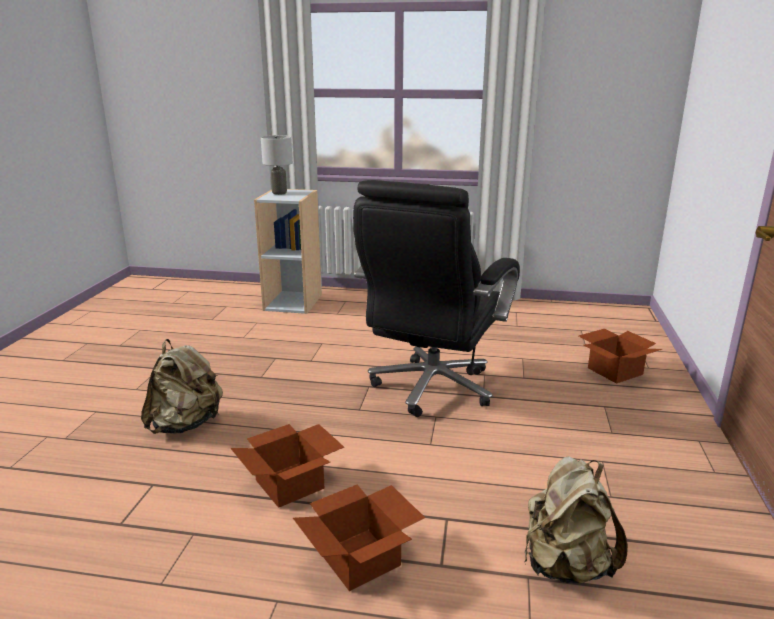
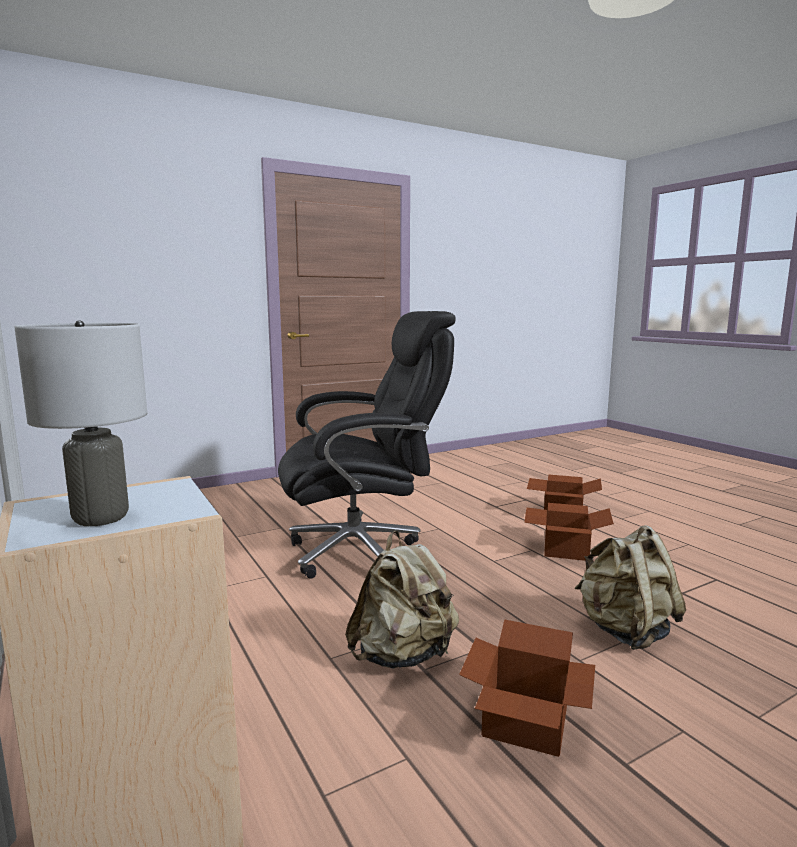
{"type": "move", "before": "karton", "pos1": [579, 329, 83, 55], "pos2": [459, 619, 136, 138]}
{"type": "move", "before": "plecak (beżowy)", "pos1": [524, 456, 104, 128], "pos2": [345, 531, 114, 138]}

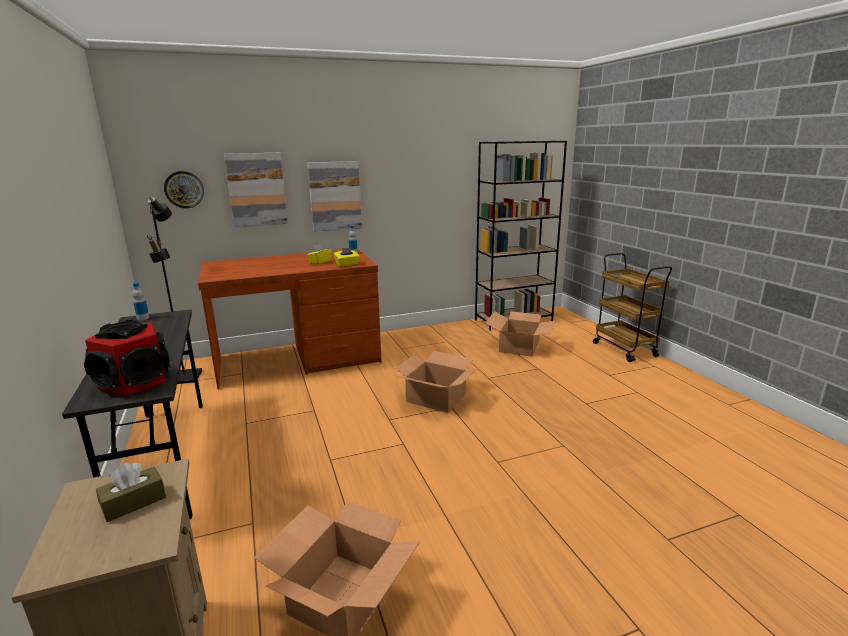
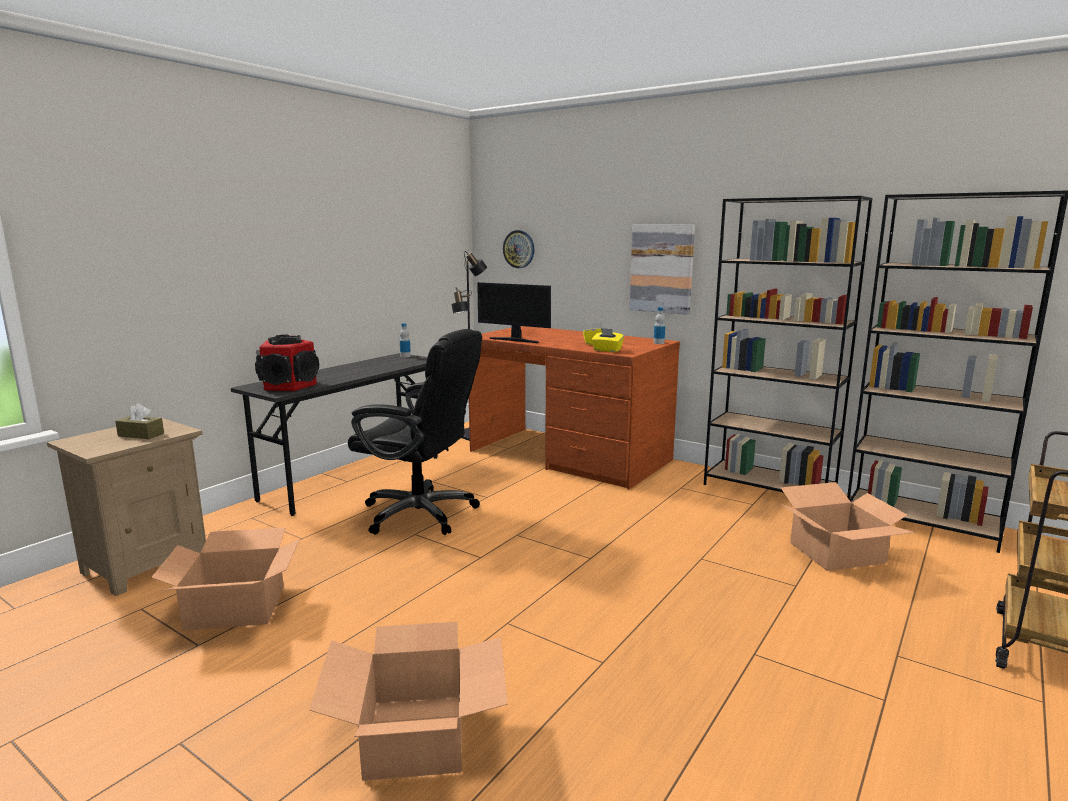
{"type": "delete", "before": "obraz", "pos1": [224, 153, 64, 74]}
{"type": "move", "before": "karton", "pos1": [395, 351, 82, 62], "pos2": [309, 622, 199, 159]}
{"type": "insert", "after": "regał (beżowy)", "pos2": [704, 196, 168, 297]}
{"type": "insert", "after": "monitor", "pos2": [477, 282, 74, 61]}
{"type": "insert", "after": "krzesło biurowe (czarny)", "pos2": [348, 329, 134, 206]}

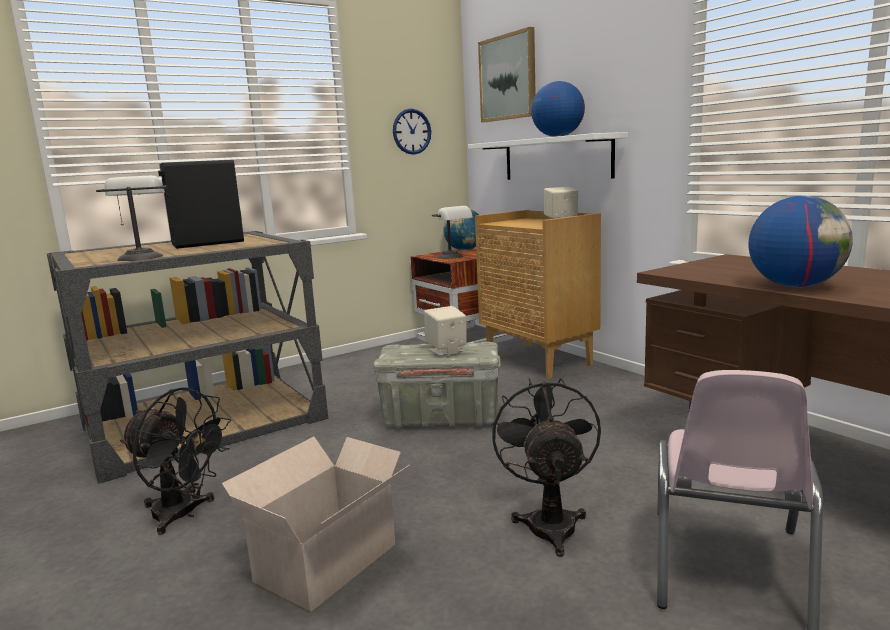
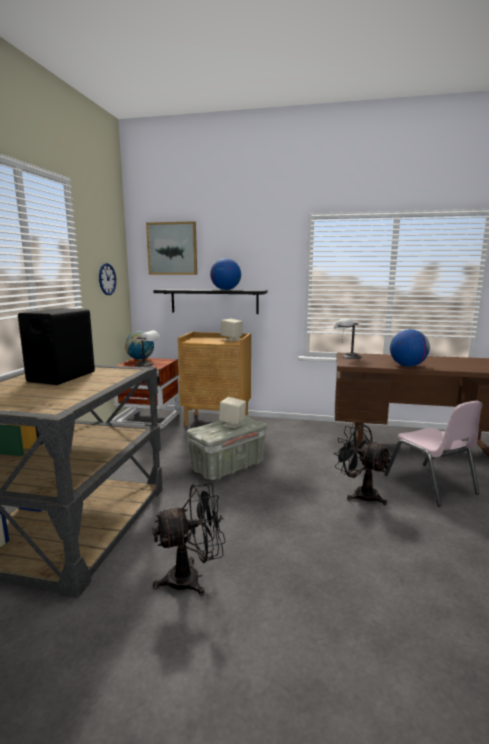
{"type": "recolor", "before": "półka (biały)", "after": "półka (czarny)", "pos1": [468, 132, 160, 48], "pos2": [153, 289, 115, 25]}
{"type": "move", "before": "lampa stołowa", "pos1": [96, 176, 71, 85], "pos2": [334, 318, 28, 41]}
{"type": "delete", "before": "karton", "pos1": [222, 437, 188, 175]}

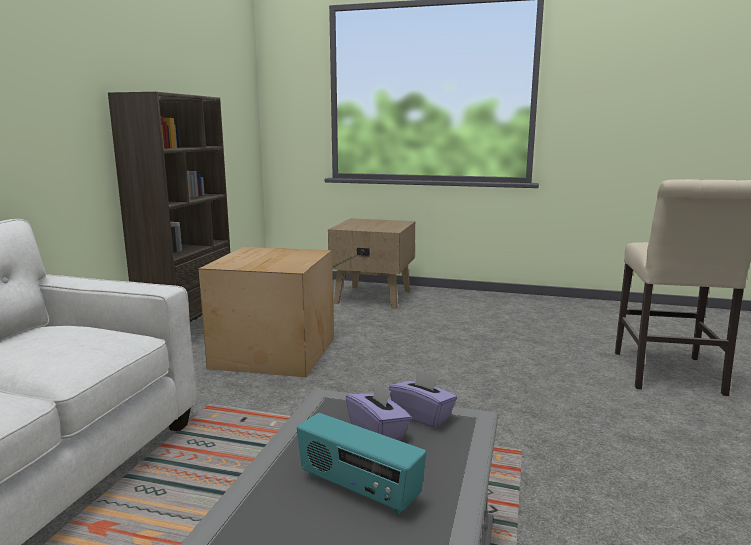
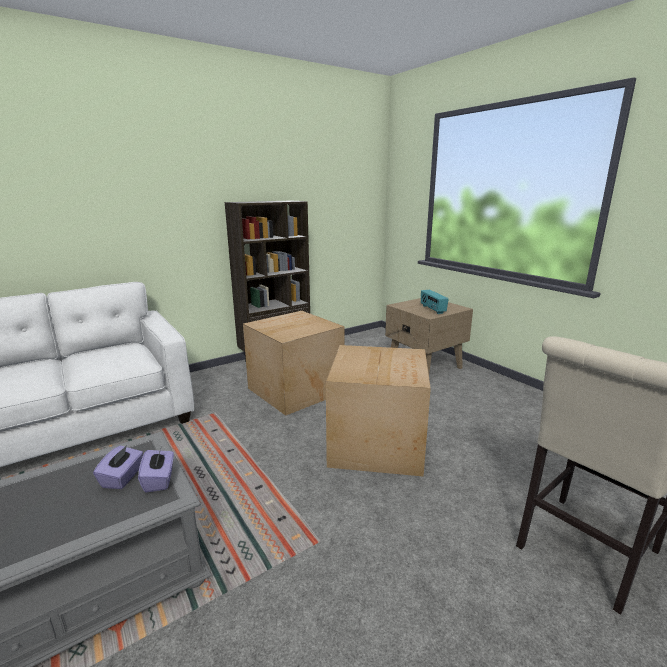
{"type": "move", "before": "radio", "pos1": [297, 413, 130, 102], "pos2": [421, 290, 28, 24]}
{"type": "insert", "after": "karton", "pos2": [326, 345, 105, 132]}

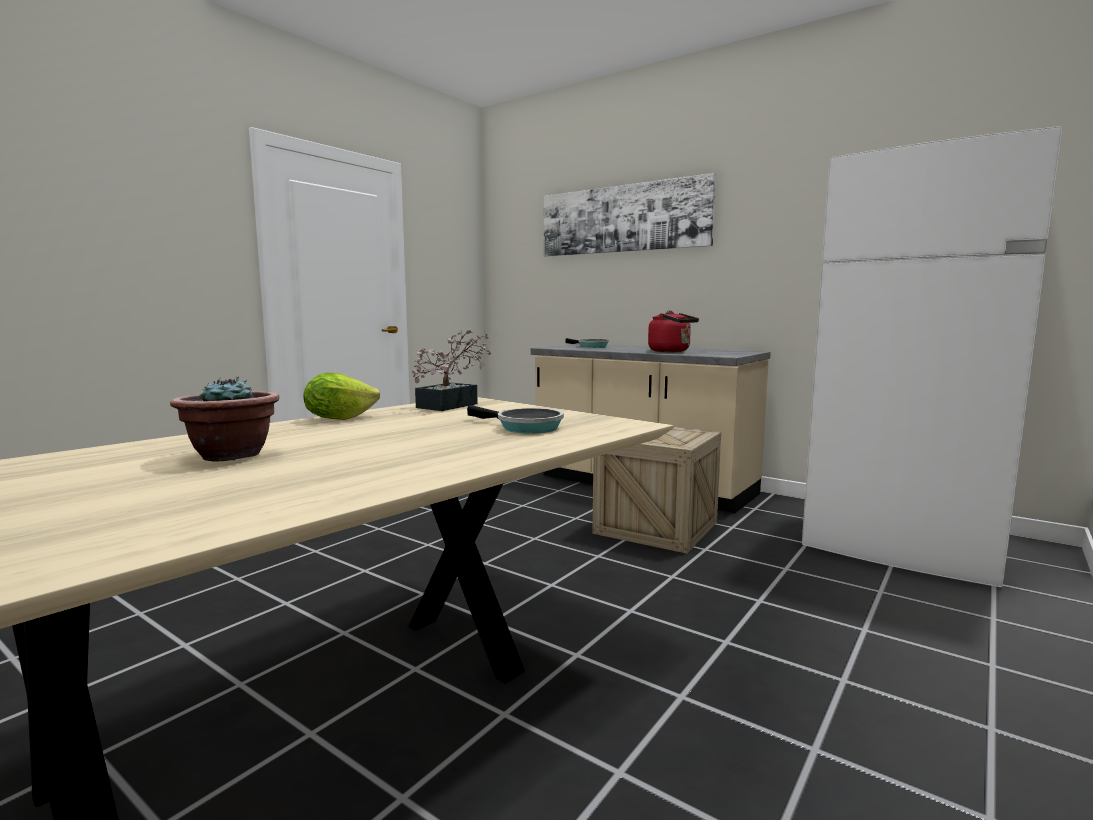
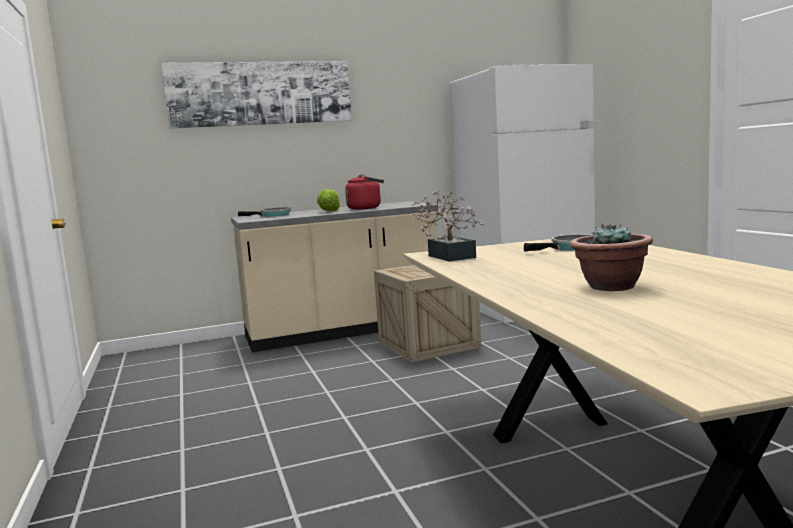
{"type": "move", "before": "sałata", "pos1": [303, 373, 77, 47], "pos2": [317, 189, 23, 22]}

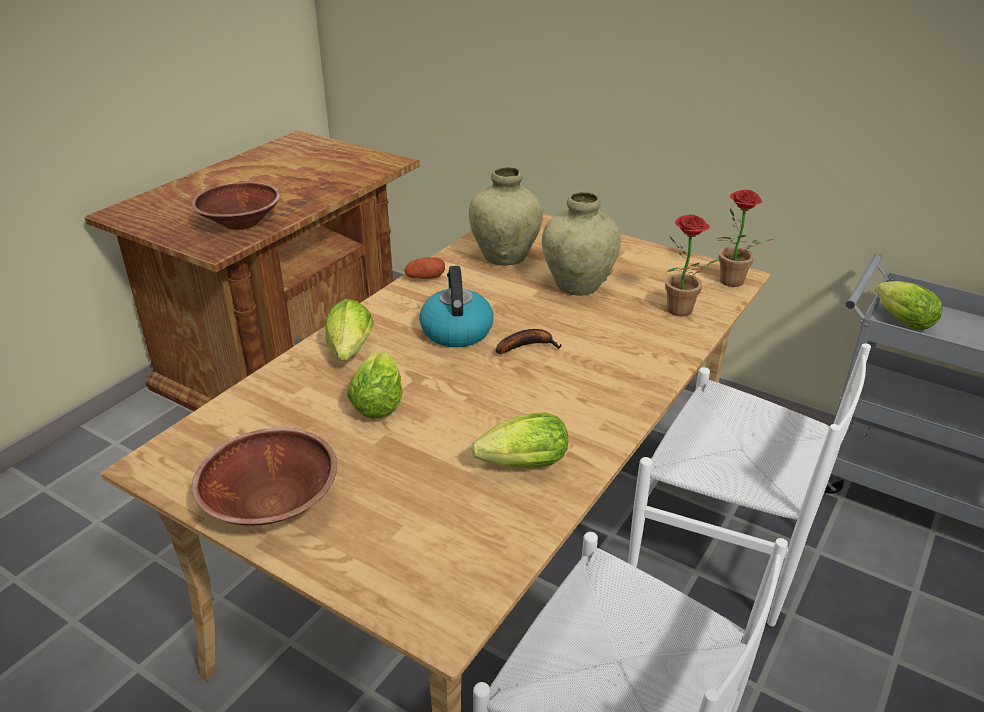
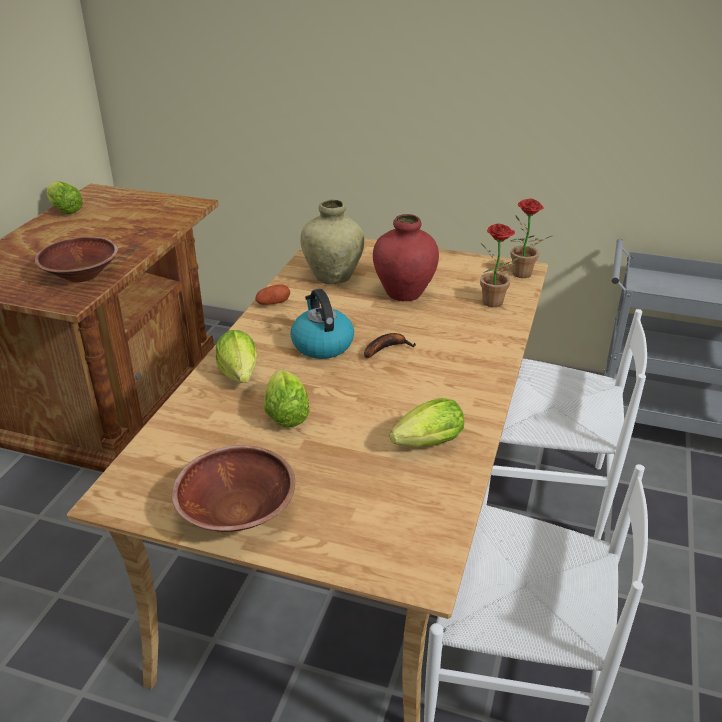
{"type": "recolor", "before": "wazon (beżowy)", "after": "wazon (czerwony)", "pos1": [542, 192, 79, 104], "pos2": [373, 214, 66, 87]}
{"type": "move", "before": "sałata", "pos1": [875, 281, 67, 49], "pos2": [46, 181, 37, 33]}

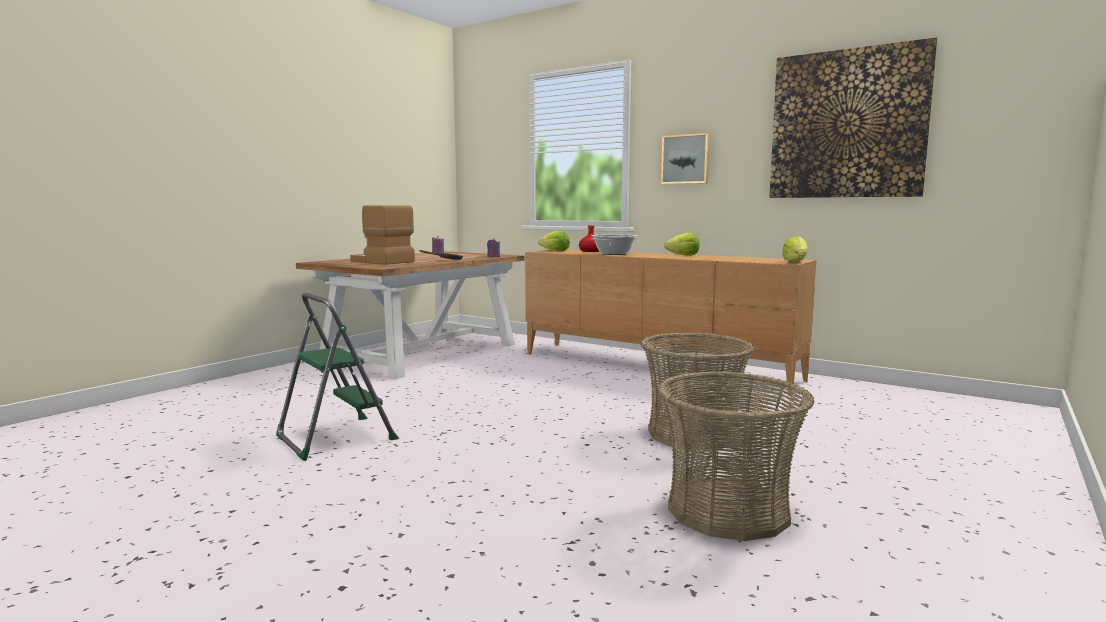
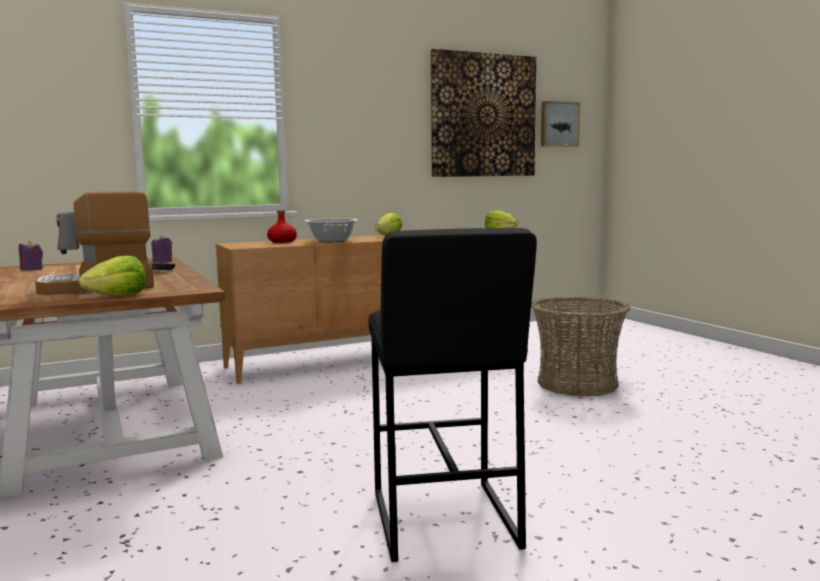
{"type": "move", "before": "obraz", "pos1": [661, 133, 49, 51], "pos2": [541, 101, 39, 46]}
{"type": "move", "before": "sałata", "pos1": [539, 231, 31, 20], "pos2": [79, 256, 67, 40]}
{"type": "replace", "before": "drabinka (zielony)", "after": "stołek (czarny)", "pos1": [276, 293, 123, 168], "pos2": [368, 228, 169, 334]}
{"type": "delete", "before": "koszyk", "pos1": [657, 371, 157, 170]}

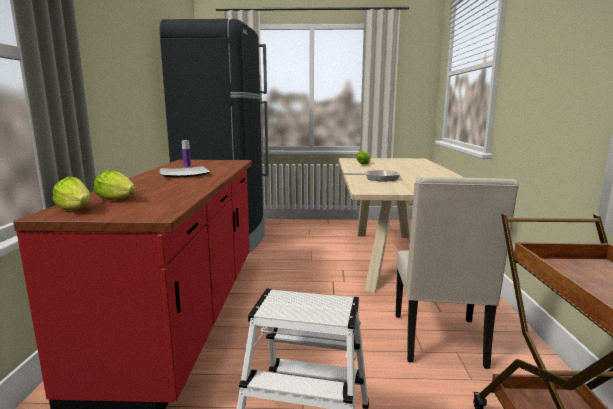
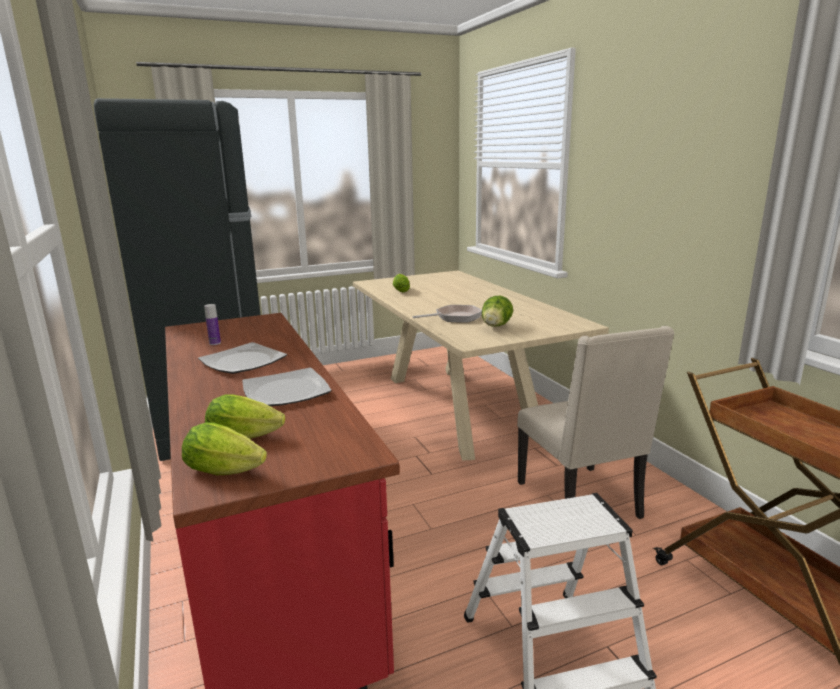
{"type": "insert", "after": "sałata", "pos2": [482, 296, 31, 31]}
{"type": "insert", "after": "talerz", "pos2": [242, 368, 90, 38]}

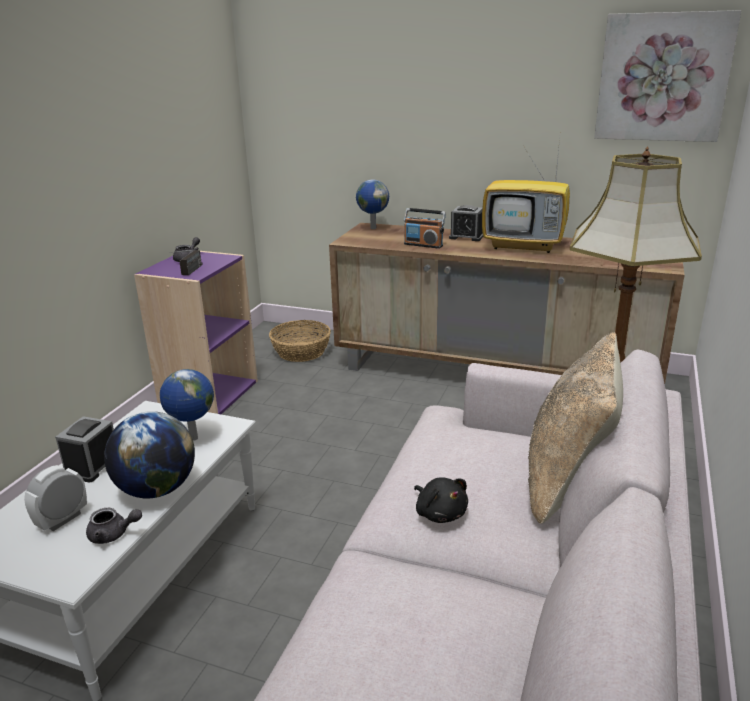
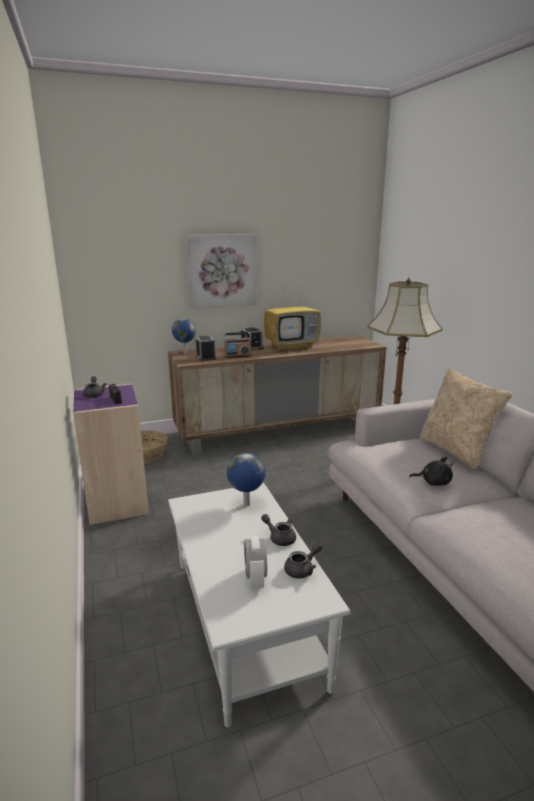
{"type": "move", "before": "obraz", "pos1": [594, 10, 148, 132], "pos2": [186, 234, 71, 75]}
{"type": "replace", "before": "globus", "after": "imbryk (szary)", "pos1": [104, 411, 91, 88], "pos2": [261, 514, 35, 32]}
{"type": "move", "before": "budzik", "pos1": [55, 416, 59, 66], "pos2": [195, 336, 21, 25]}

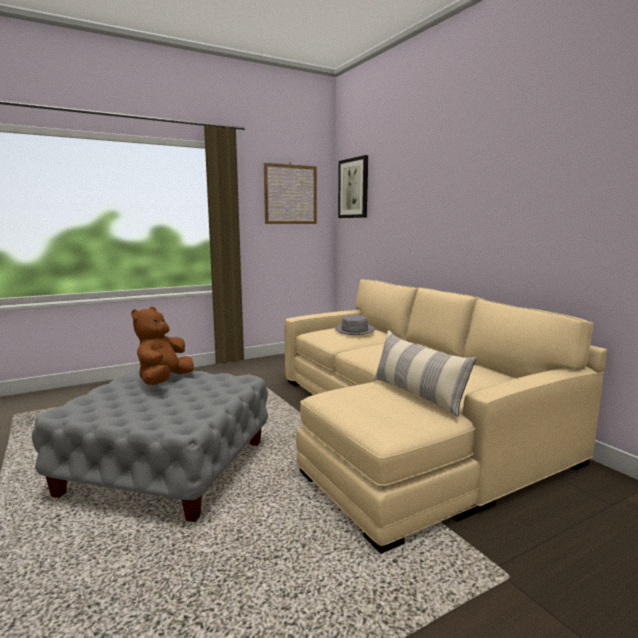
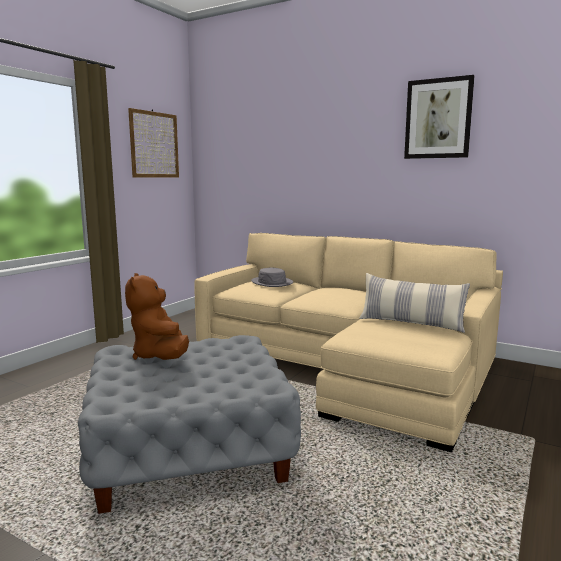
{"type": "move", "before": "obraz", "pos1": [338, 155, 30, 63], "pos2": [404, 75, 70, 84]}

